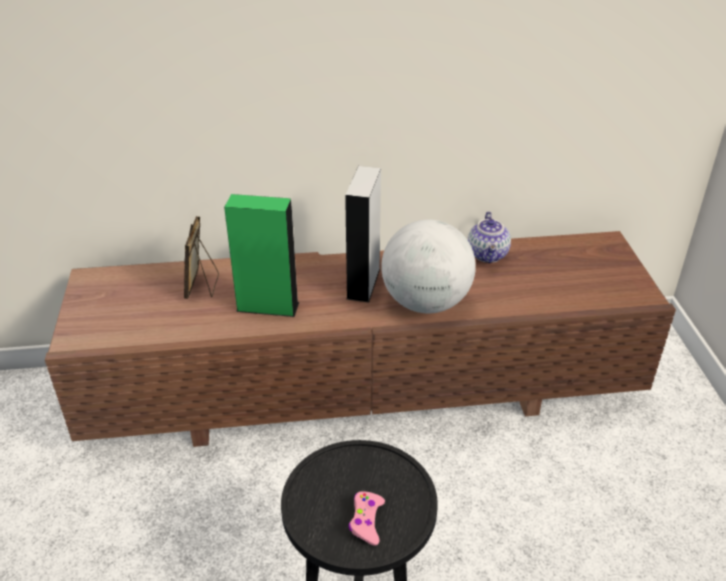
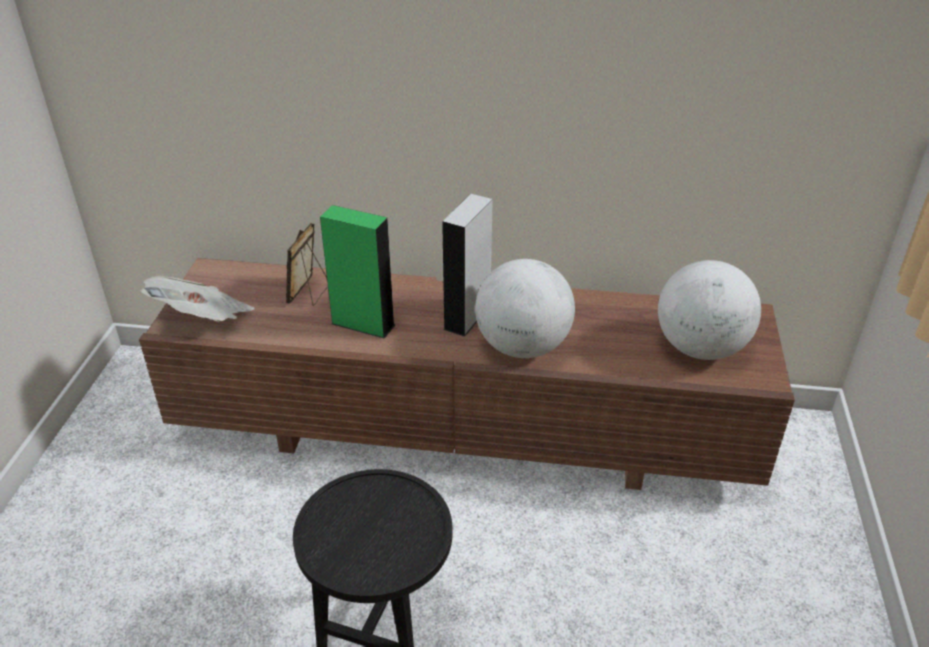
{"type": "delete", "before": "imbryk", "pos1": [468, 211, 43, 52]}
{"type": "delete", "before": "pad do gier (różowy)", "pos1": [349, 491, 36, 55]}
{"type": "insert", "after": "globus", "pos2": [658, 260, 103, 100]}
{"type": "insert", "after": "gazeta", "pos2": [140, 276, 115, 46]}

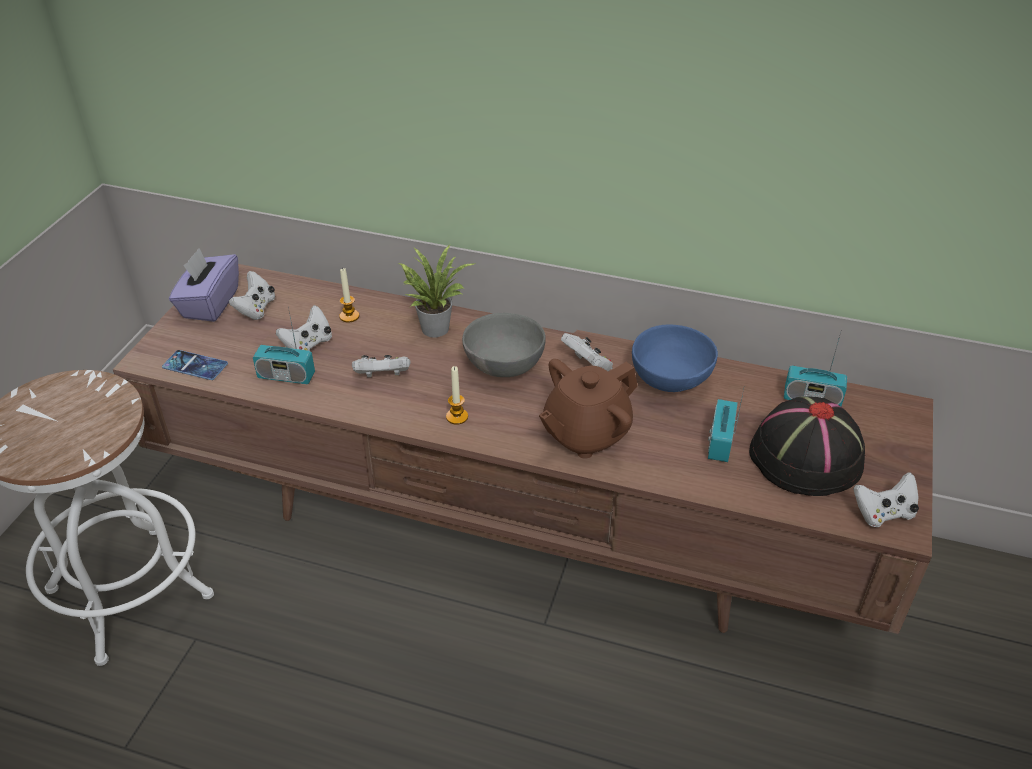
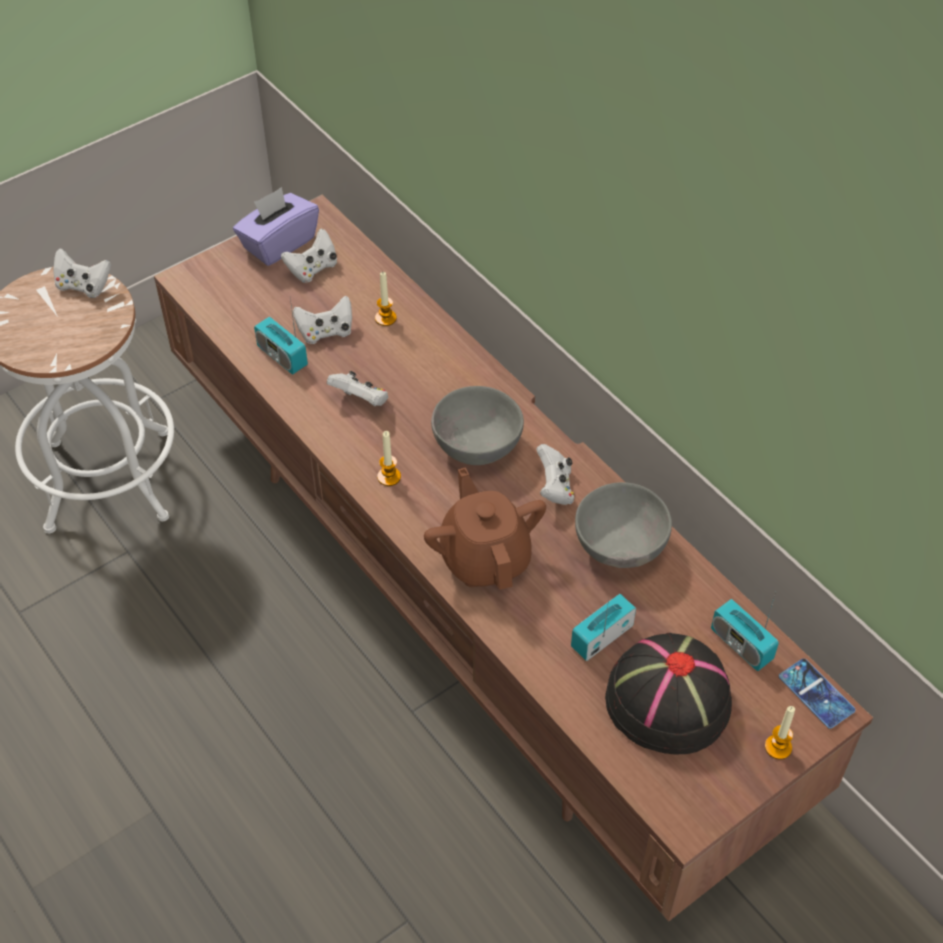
{"type": "delete", "before": "roślina doniczkowa", "pos1": [397, 245, 77, 93]}
{"type": "recolor", "before": "miska (niebieski)", "after": "miska (szary)", "pos1": [632, 325, 86, 67], "pos2": [575, 482, 97, 86]}
{"type": "move", "before": "telefon", "pos1": [162, 350, 66, 30], "pos2": [779, 658, 76, 71]}
{"type": "rotate", "before": "imbryk (brązowy)", "pos1": [539, 359, 98, 100], "pos2": [424, 467, 122, 122], "turn": 75}
{"type": "move", "before": "pad do gier (biały)", "pos1": [853, 473, 66, 54], "pos2": [53, 248, 58, 50]}
{"type": "insert", "after": "świeca", "pos2": [765, 706, 30, 54]}

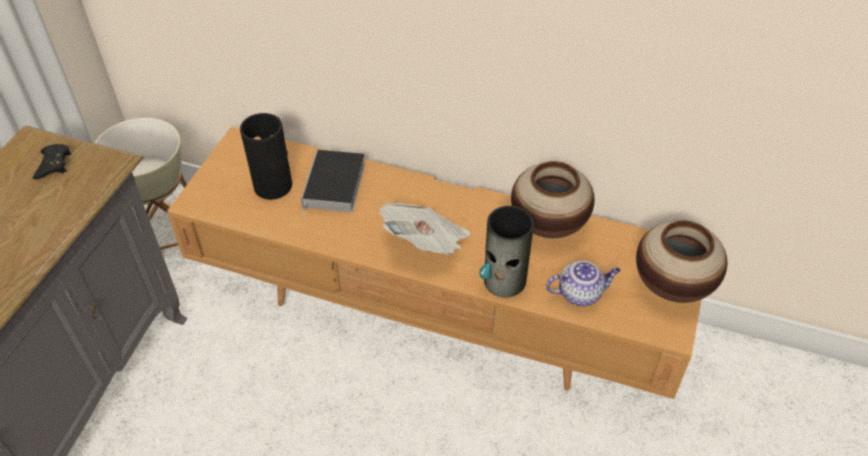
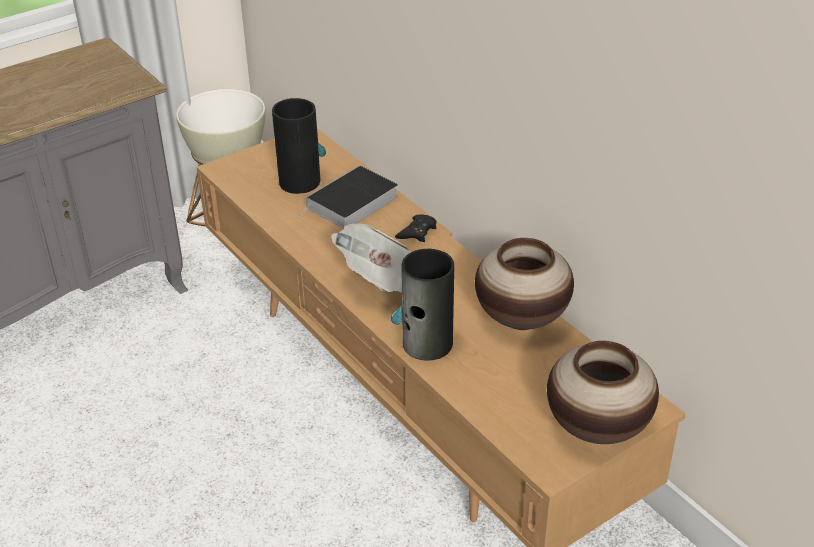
{"type": "move", "before": "pad do gier (czarny)", "pos1": [33, 144, 38, 35], "pos2": [395, 214, 42, 28]}
{"type": "delete", "before": "imbryk", "pos1": [546, 261, 75, 45]}

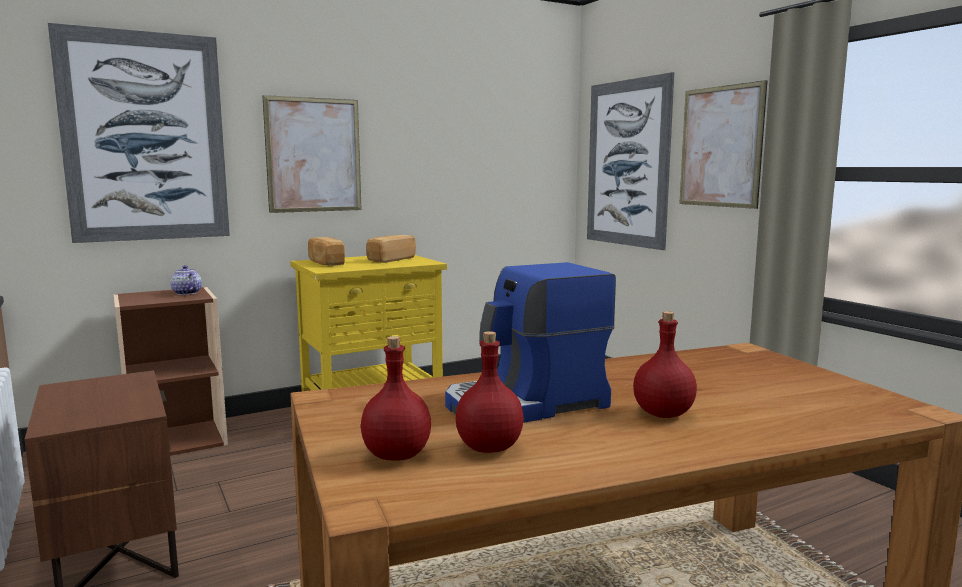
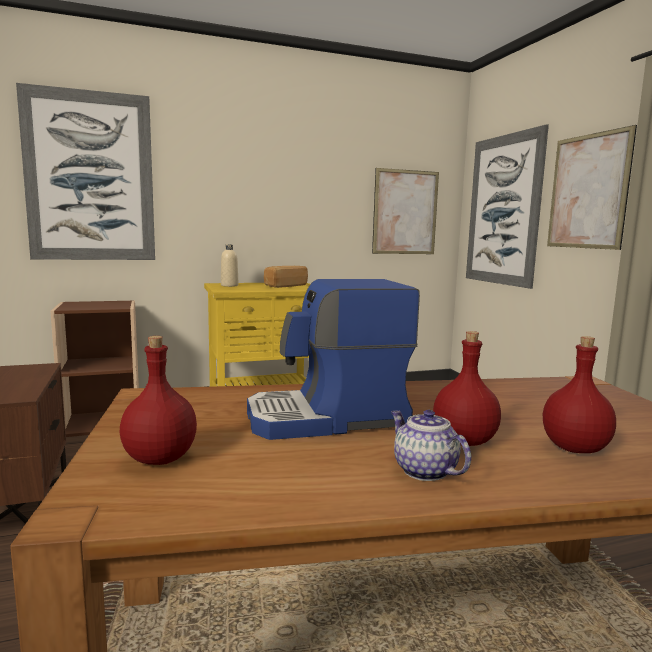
{"type": "move", "before": "obraz", "pos1": [263, 95, 99, 118], "pos2": [372, 168, 67, 86]}
{"type": "replace", "before": "chleb", "after": "butelka (beżowy)", "pos1": [308, 237, 37, 29], "pos2": [221, 244, 18, 43]}
{"type": "move", "before": "imbryk", "pos1": [170, 265, 32, 30], "pos2": [391, 410, 80, 71]}
{"type": "move", "before": "butelka (czerwony)", "pos1": [456, 331, 68, 122], "pos2": [543, 336, 73, 117]}

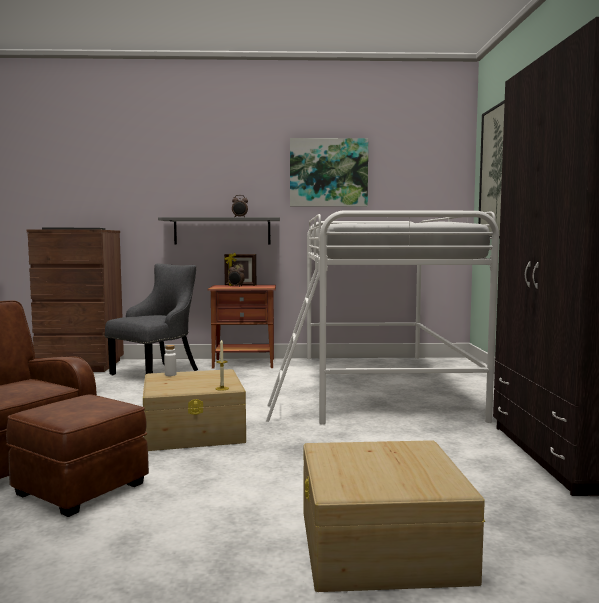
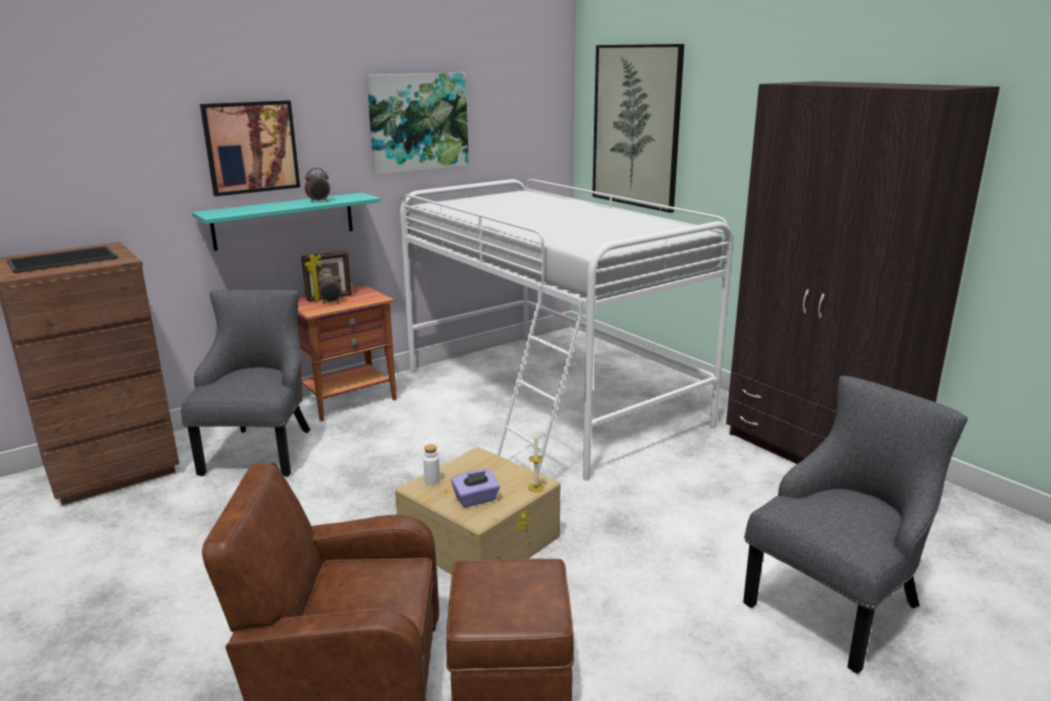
{"type": "recolor", "before": "półka (szary)", "after": "półka (turkusowy)", "pos1": [158, 217, 122, 28], "pos2": [192, 193, 189, 58]}
{"type": "replace", "before": "pojemnik do przechowywania (beżowy)", "after": "fotel (szary)", "pos1": [303, 440, 183, 152], "pos2": [743, 376, 225, 298]}
{"type": "insert", "after": "obraz", "pos2": [200, 100, 100, 96]}
{"type": "insert", "after": "pudełko chusteczek (fioletowy)", "pos2": [451, 469, 49, 38]}

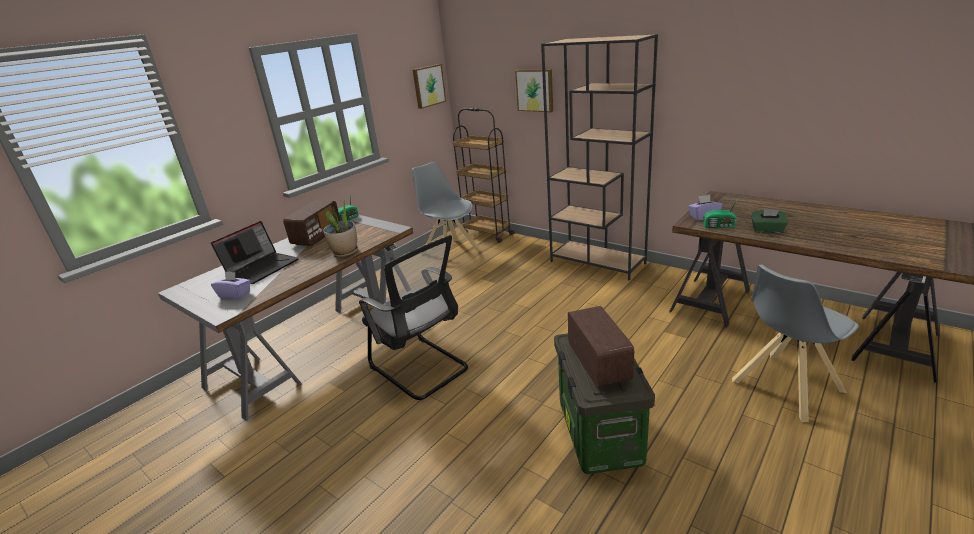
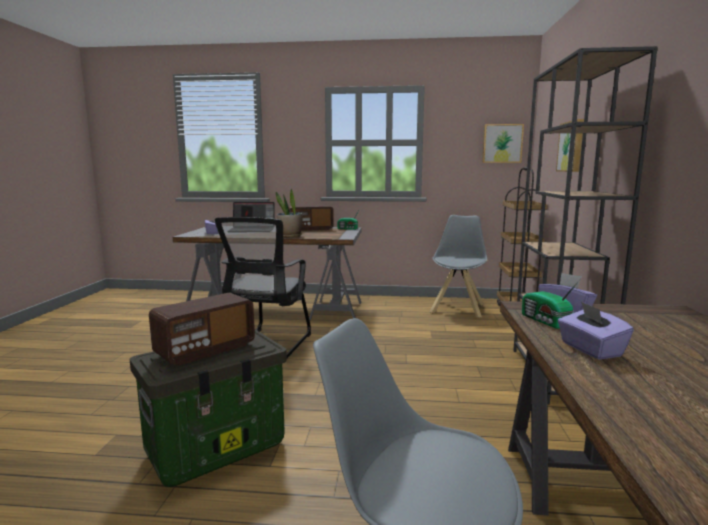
{"type": "recolor", "before": "pudełko chusteczek (zielony)", "after": "pudełko chusteczek (fioletowy)", "pos1": [751, 209, 37, 24], "pos2": [558, 302, 76, 58]}

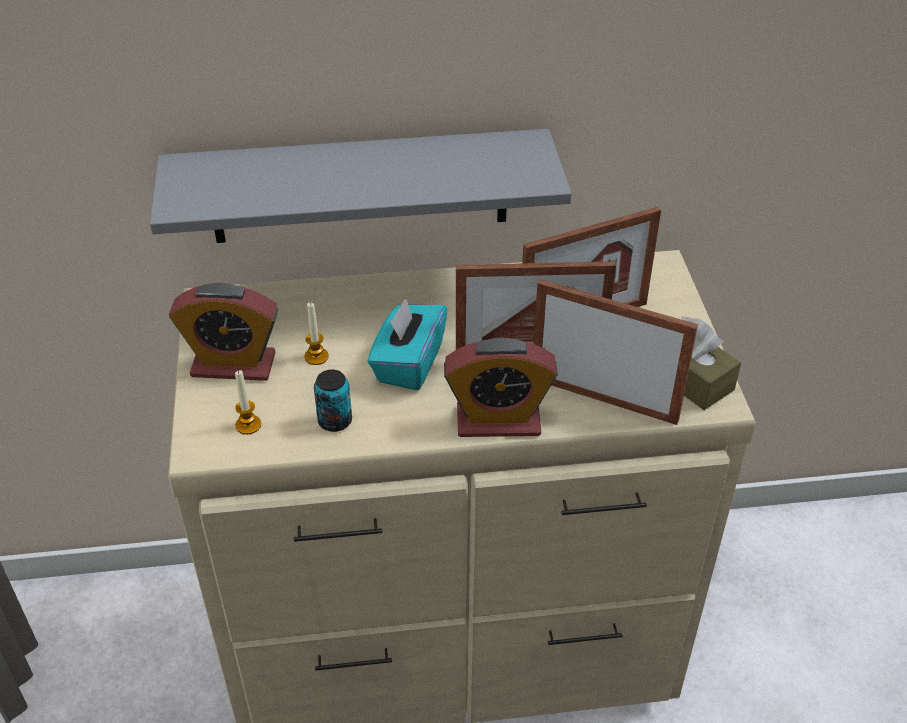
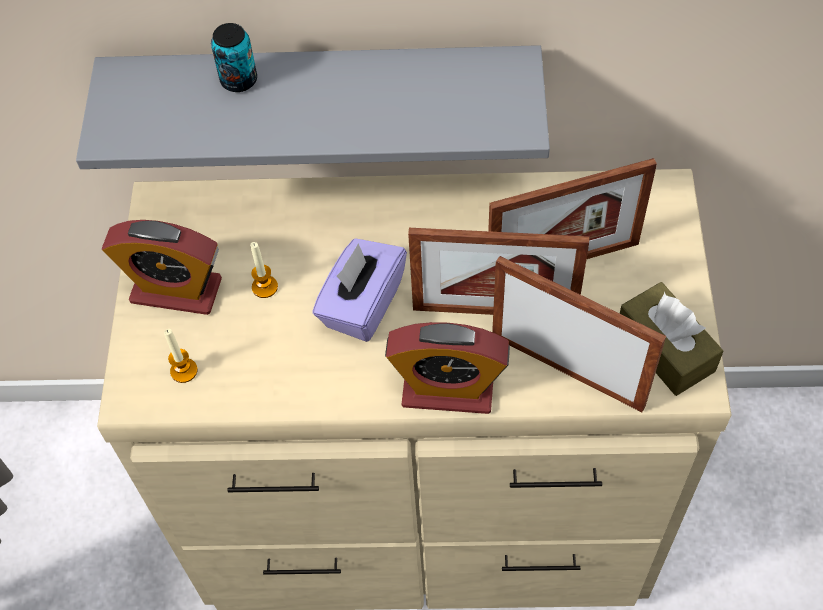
{"type": "recolor", "before": "pudełko chusteczek (turkusowy)", "after": "pudełko chusteczek (fioletowy)", "pos1": [368, 297, 79, 93], "pos2": [312, 238, 95, 104]}
{"type": "move", "before": "puszka", "pos1": [314, 370, 38, 62], "pos2": [211, 23, 46, 69]}

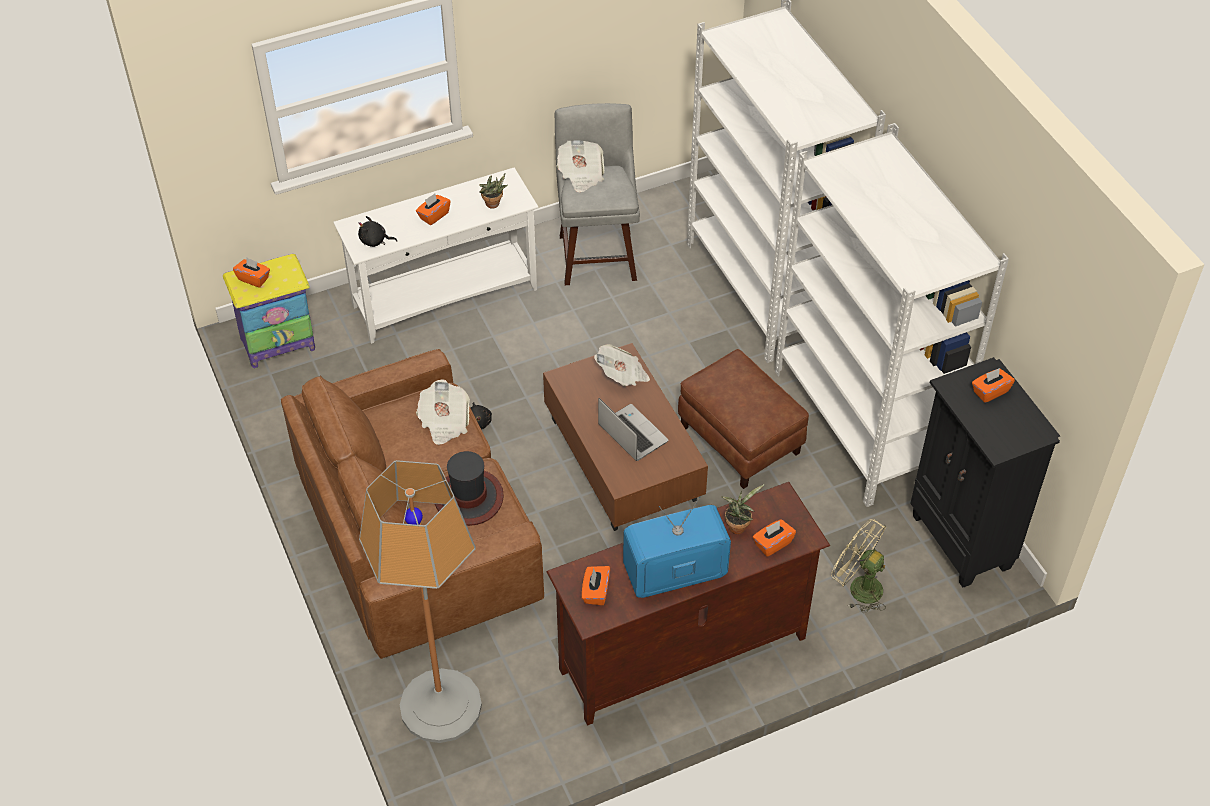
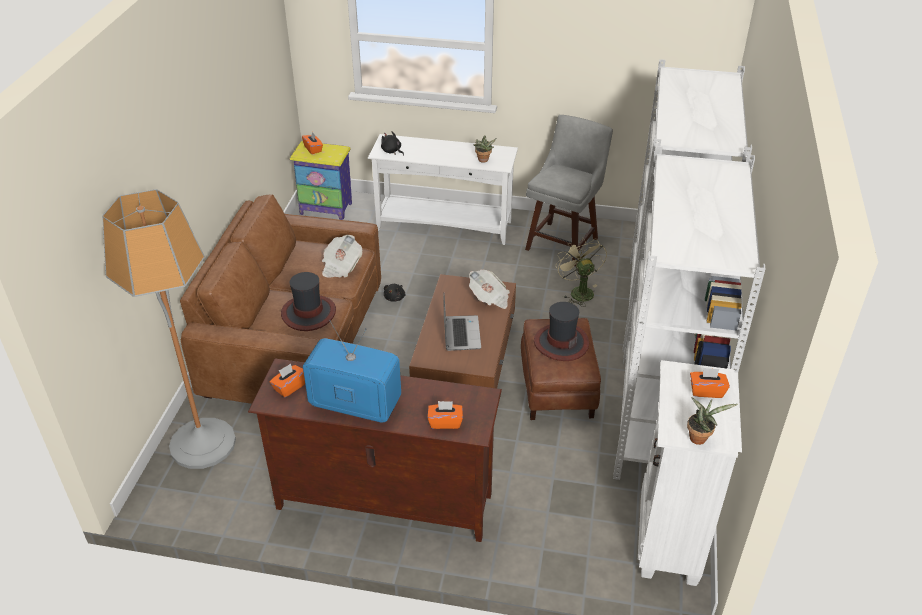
{"type": "delete", "before": "gazeta", "pos1": [557, 141, 47, 52]}
{"type": "delete", "before": "pudełko chusteczek (pomarańczowy)", "pos1": [416, 194, 35, 31]}
{"type": "recolor", "before": "szafka (czarny)", "after": "szafka (biały)", "pos1": [910, 357, 150, 230], "pos2": [638, 360, 104, 226]}
{"type": "move", "before": "roślina doniczkowa", "pos1": [721, 484, 44, 50], "pos2": [687, 397, 51, 48]}
{"type": "move", "before": "wentylator (beżowy)", "pos1": [831, 519, 55, 94], "pos2": [555, 238, 52, 69]}
{"type": "insert", "after": "kapelusz", "pos2": [534, 302, 55, 59]}

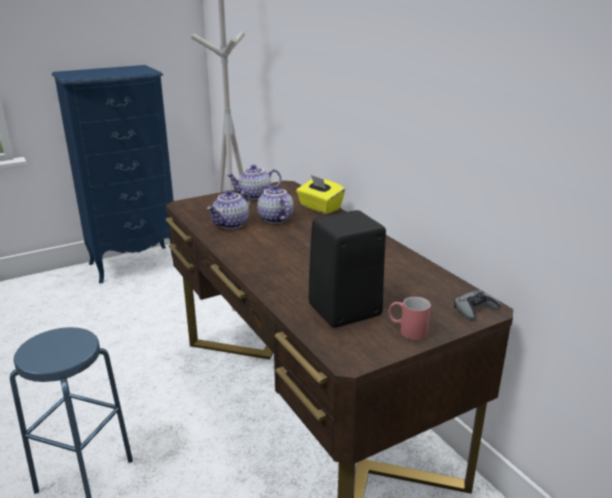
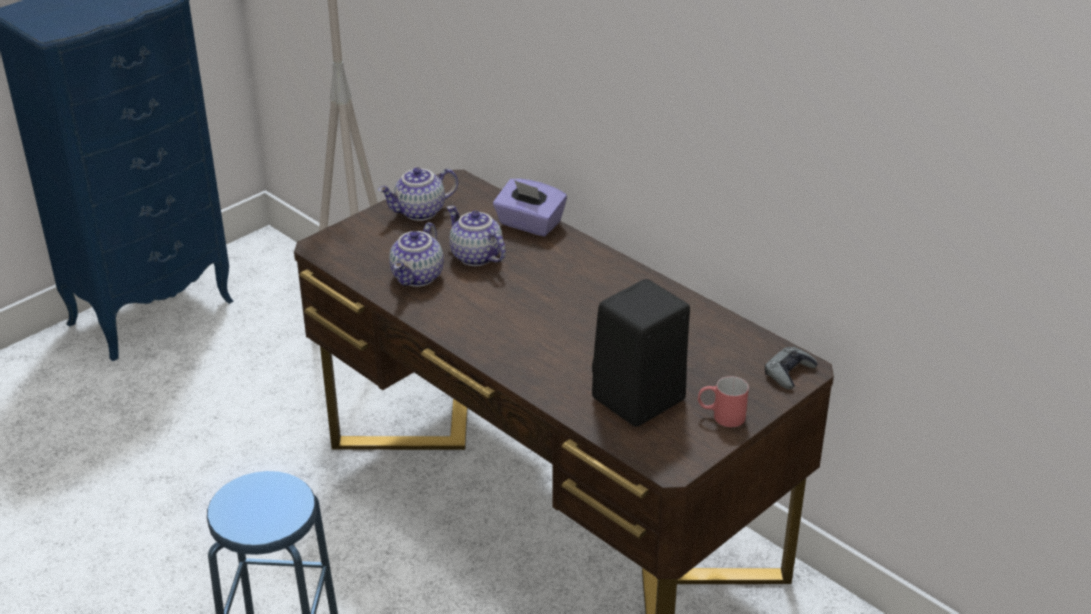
{"type": "recolor", "before": "pudełko chusteczek (żółty)", "after": "pudełko chusteczek (fioletowy)", "pos1": [296, 175, 49, 39], "pos2": [493, 178, 74, 58]}

